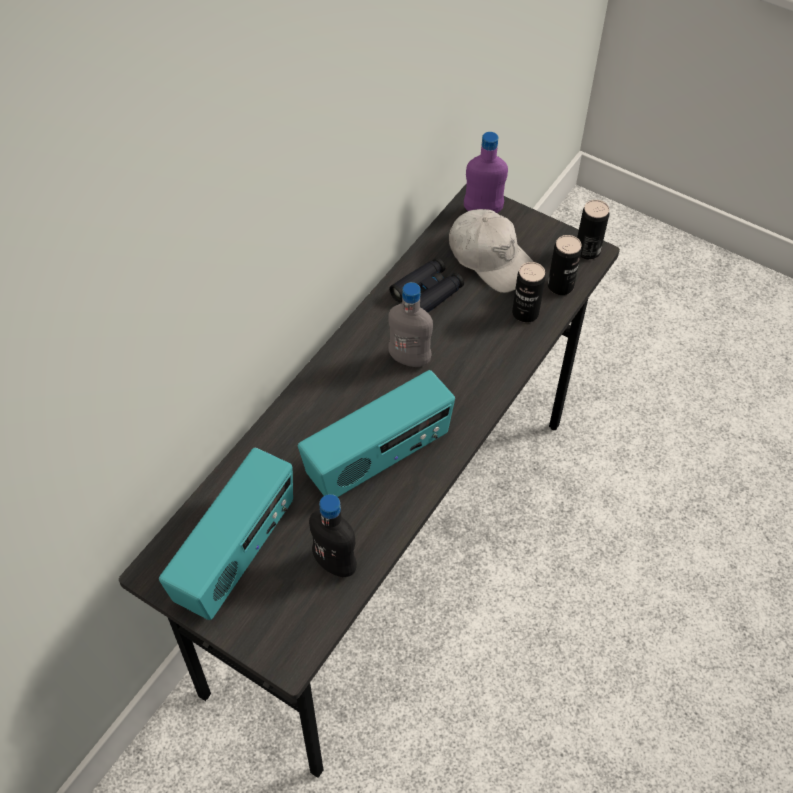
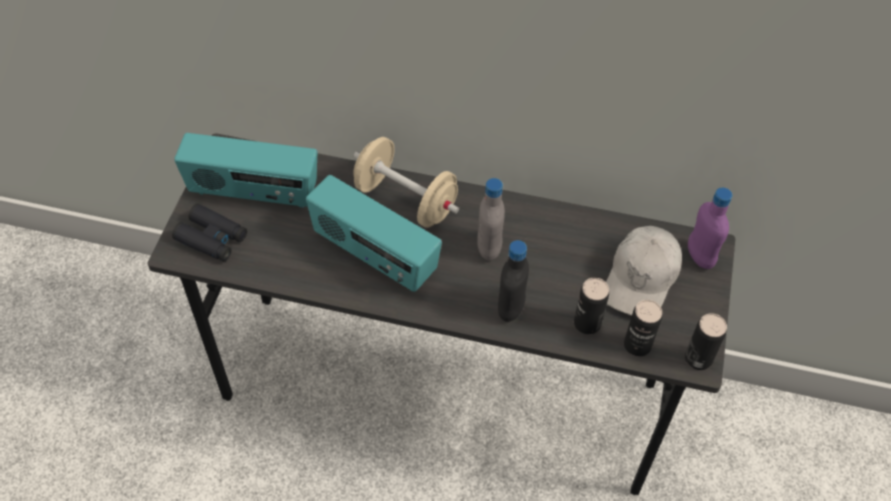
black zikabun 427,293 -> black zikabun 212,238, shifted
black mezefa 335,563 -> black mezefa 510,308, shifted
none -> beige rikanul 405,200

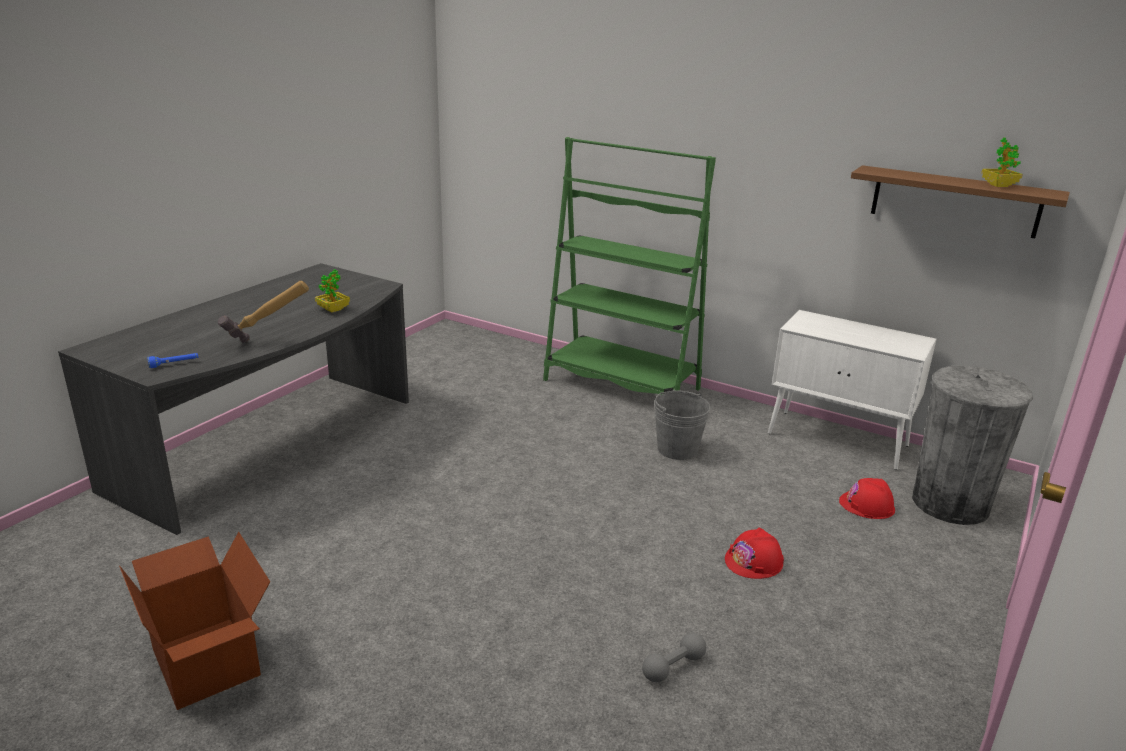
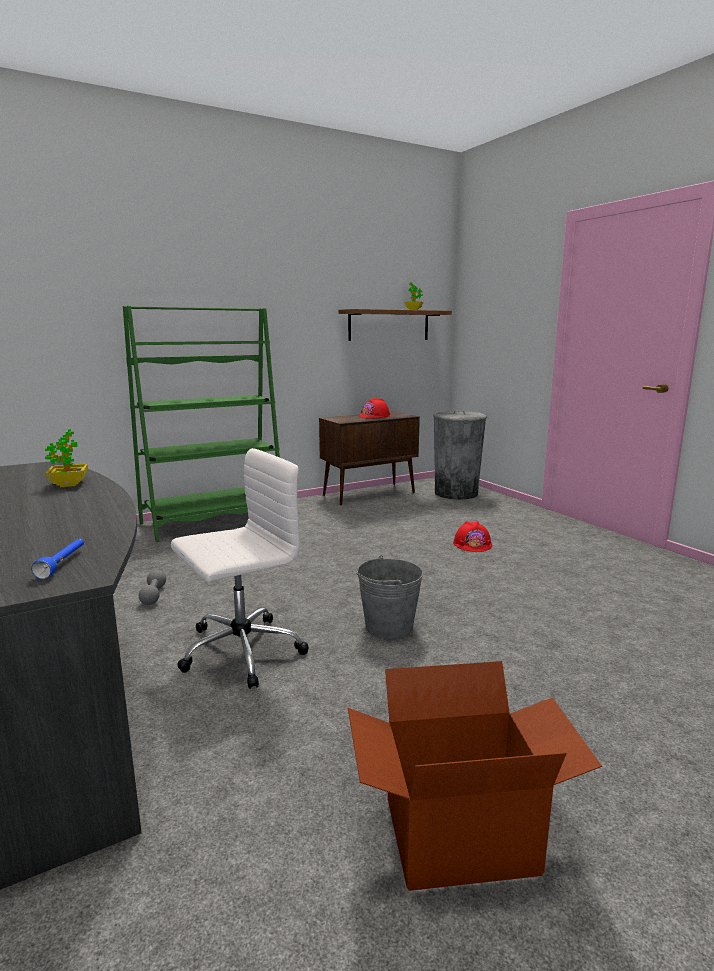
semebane 268,344 -> none
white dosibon 838,440 -> brown dosibon 369,494
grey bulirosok 677,449 -> grey bulirosok 389,626, shifted
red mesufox 867,505 -> red mesufox 374,416, shifted
grey rikanul 673,667 -> grey rikanul 153,595, shifted
none -> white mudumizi 239,651

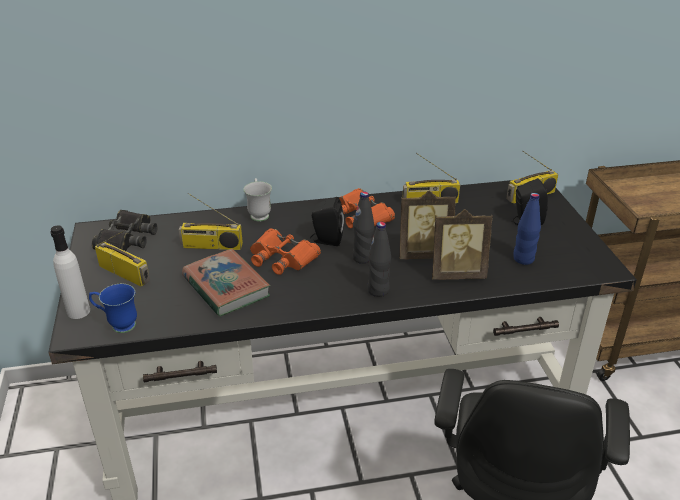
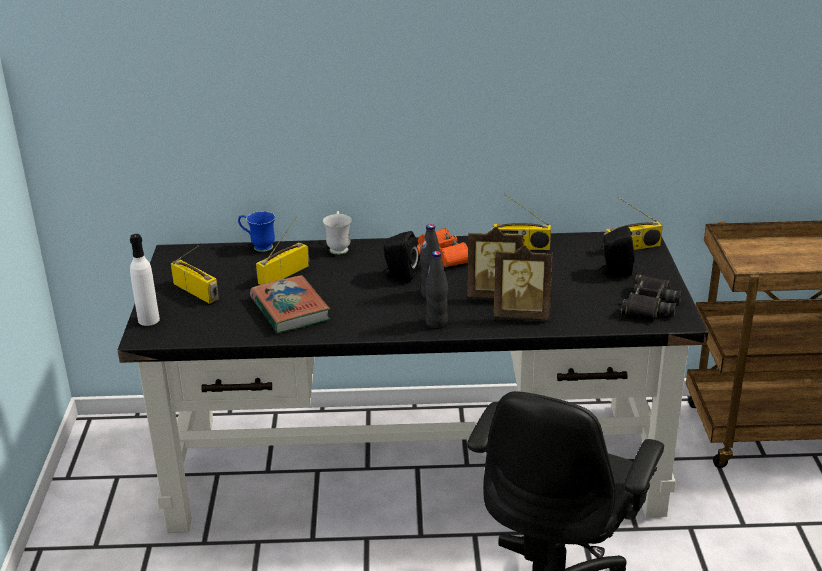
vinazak 211,246 -> vinazak 284,274, 120 degrees clockwise
blue mezefa 523,259 -> none
black zikabun 127,238 -> black zikabun 649,304, shifted
orange zikabun 282,258 -> none
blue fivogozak 118,325 -> blue fivogozak 258,246, shifted

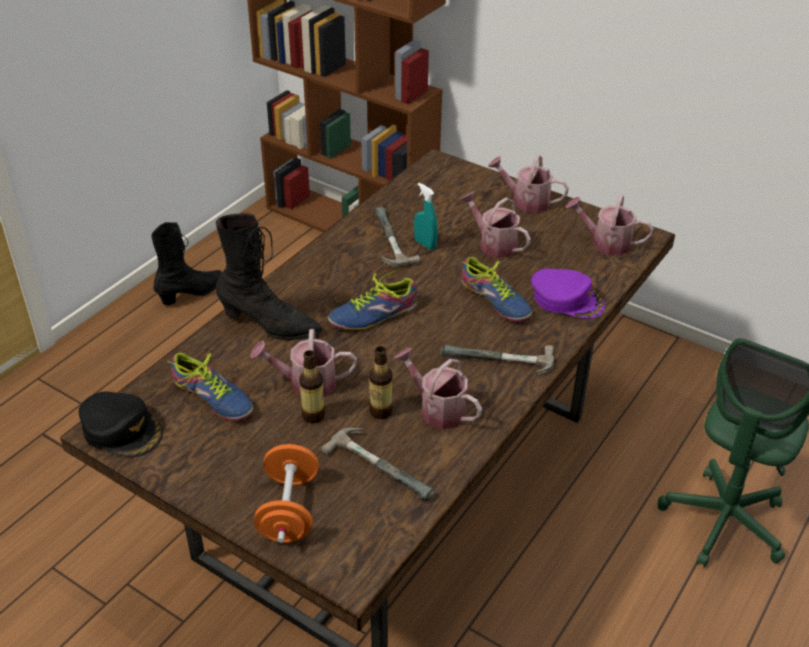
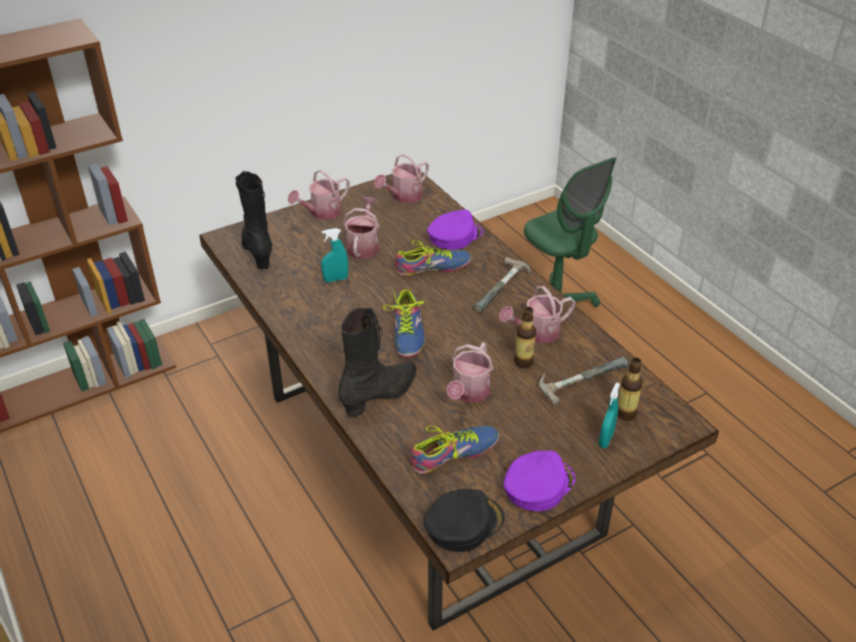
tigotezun 493,244 -> tigotezun 363,246, 120 degrees clockwise
semebane 386,240 -> none
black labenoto 192,293 -> black labenoto 258,252, shifted
mezefa 313,415 -> mezefa 625,414, shifted
orange rikanul 289,510 -> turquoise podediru 606,439
none -> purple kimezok 538,484

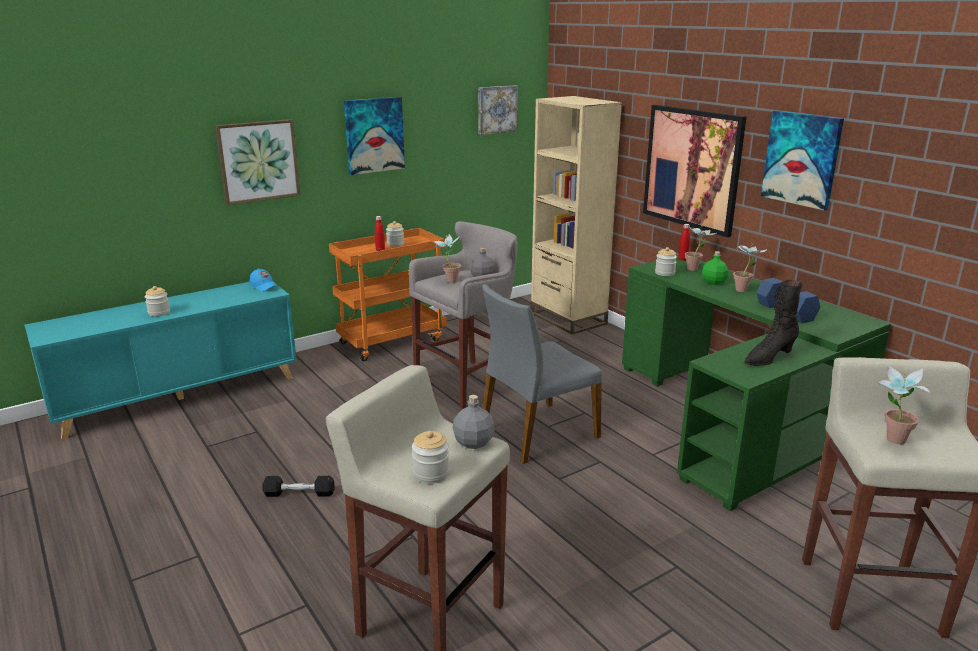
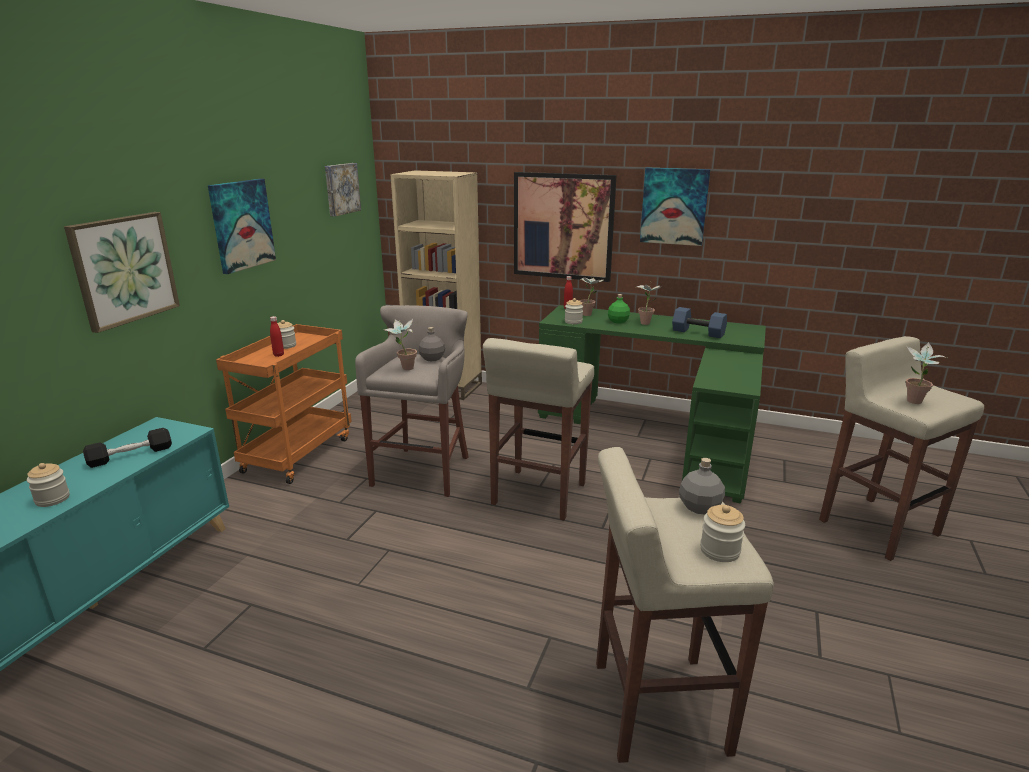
blue kimezok 264,287 -> none
black labenoto 768,358 -> none
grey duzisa 537,433 -> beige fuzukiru 538,495
black rikanul 299,493 -> black rikanul 130,455, shifted

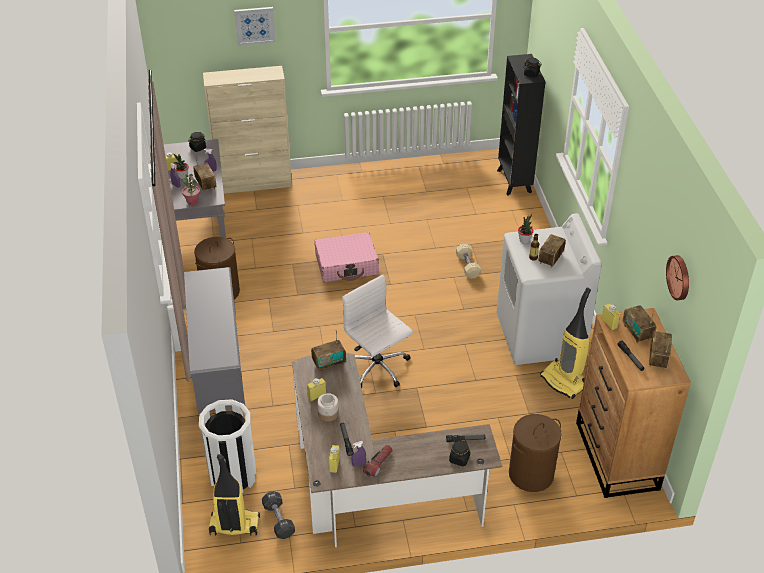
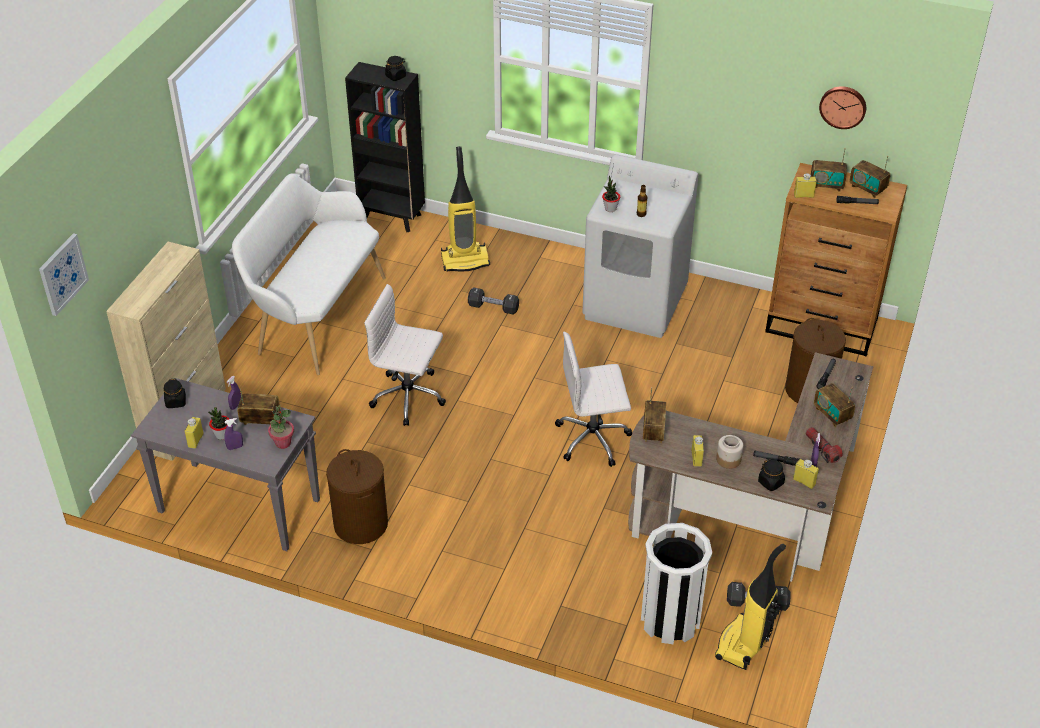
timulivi 255,25 -> timulivi 62,274, shifted
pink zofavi 347,265 -> white mudumizi 409,397
vinazak 550,259 -> vinazak 832,414, shifted
beige rikanul 467,266 -> black rikanul 493,308
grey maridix 217,362 -> none
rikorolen 564,381 -> rikorolen 465,260, shifted
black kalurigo 459,459 -> black kalurigo 771,483, shifted
none -> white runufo 315,315

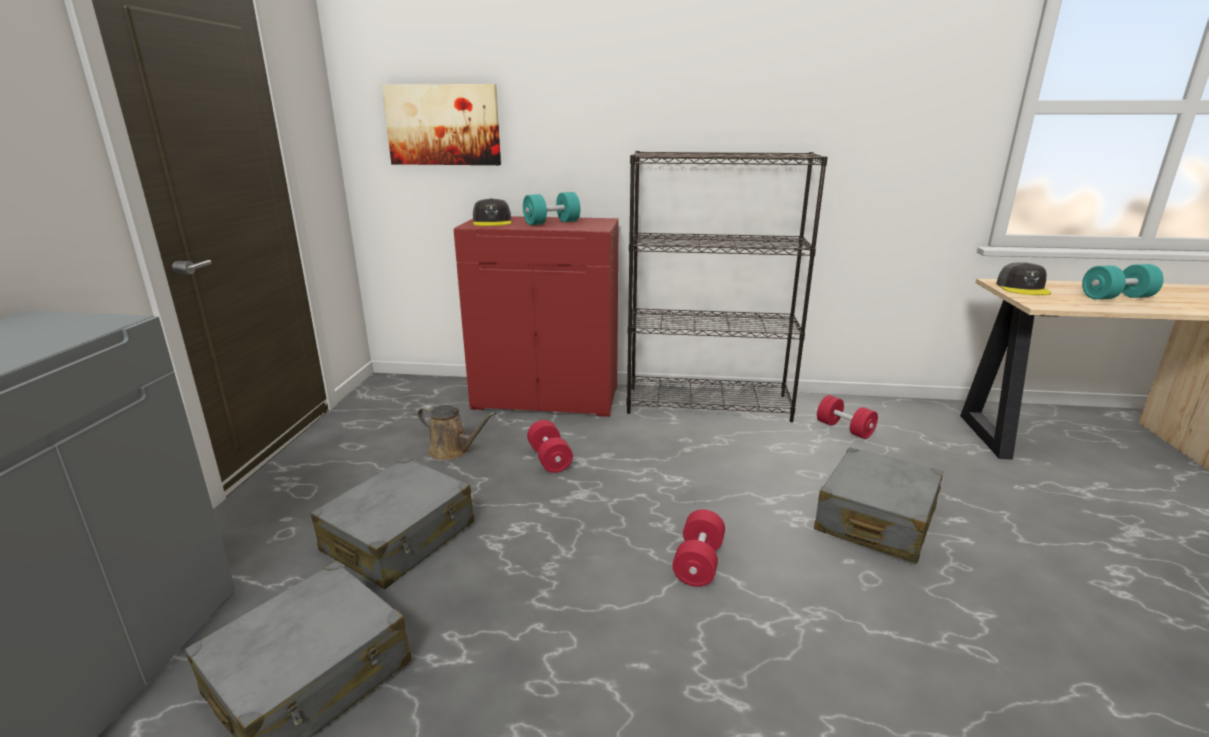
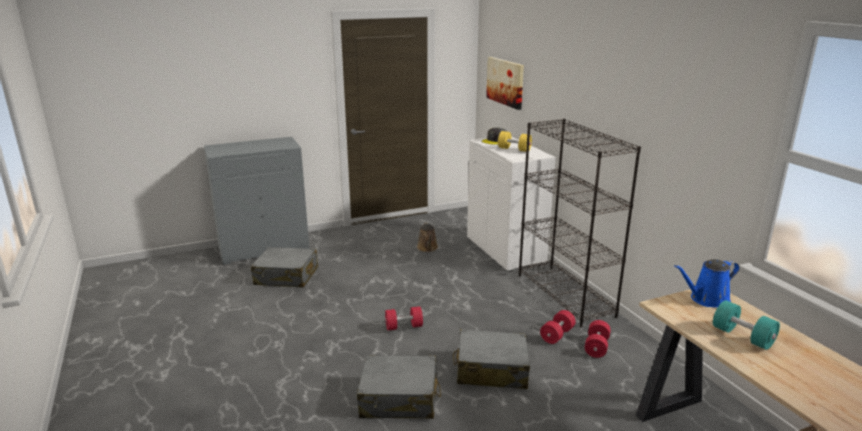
turquoise rikanul 552,223 -> yellow rikanul 514,149
red dosibon 547,397 -> white dosibon 506,250
grey kimezok 1023,288 -> blue tigotezun 707,300
red rikanul 549,459 -> red rikanul 557,335, shifted
grey zofavi 400,538 -> grey zofavi 399,398, shifted

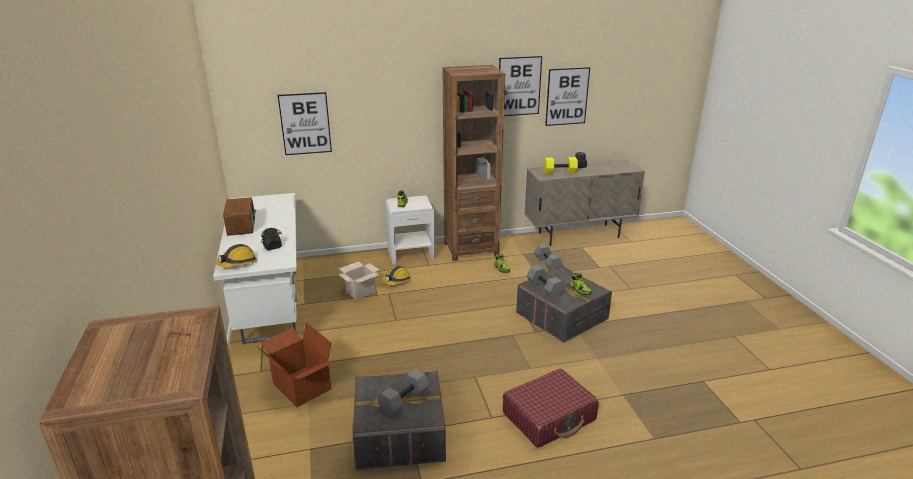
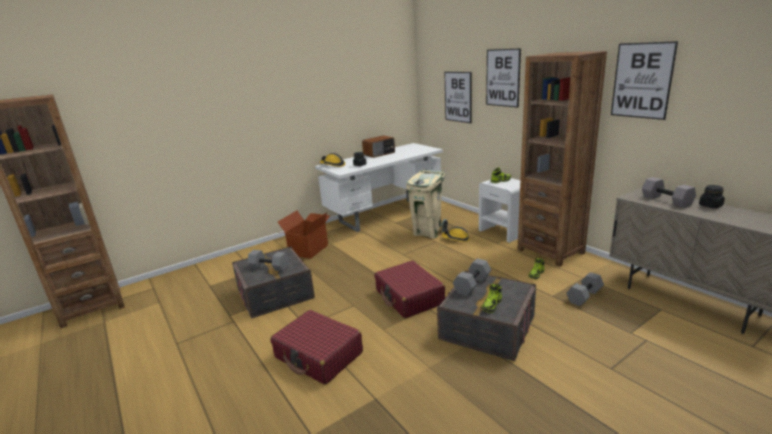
timulivi 567,96 -> timulivi 502,78, shifted
yellow rikanul 560,171 -> grey rikanul 667,200
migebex 361,291 -> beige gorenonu 428,232
none -> red zofavi 409,297

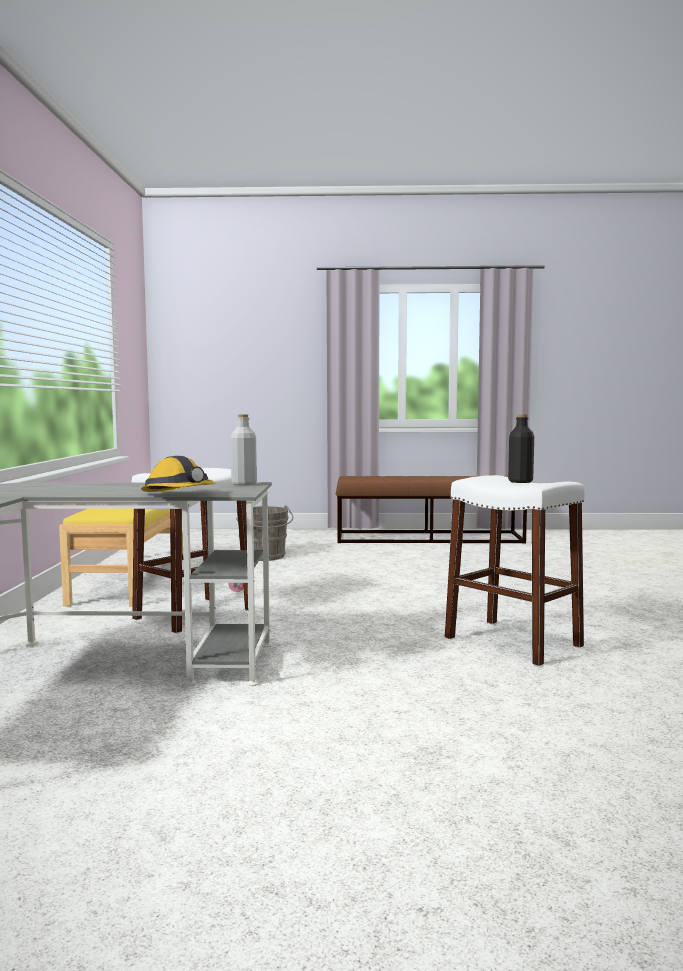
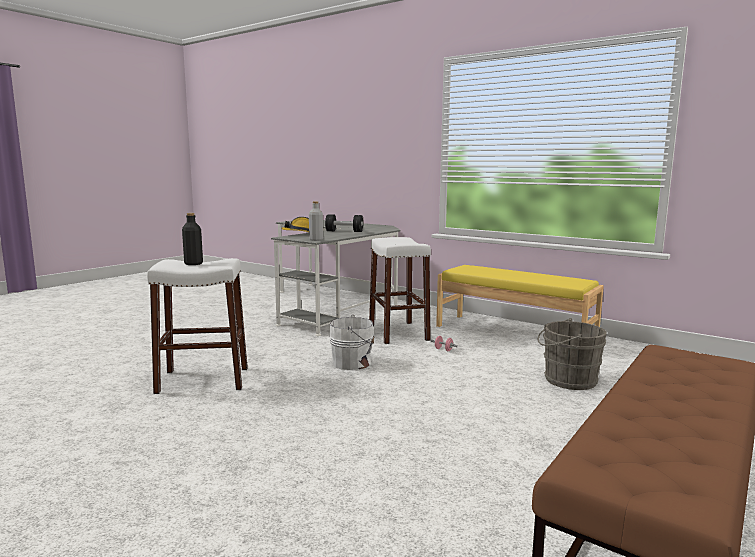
none -> black rikanul 344,231
none -> white bulirosok 353,363

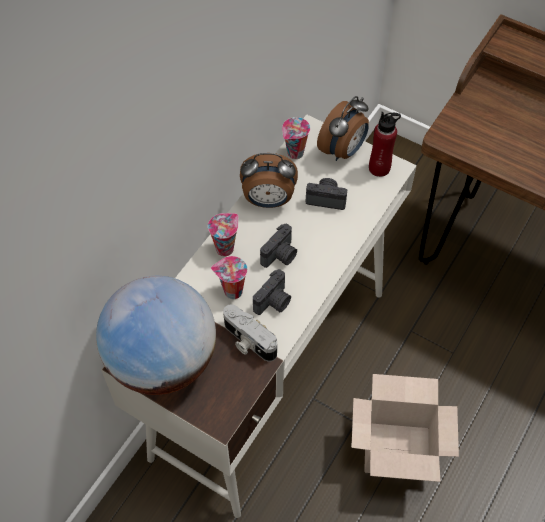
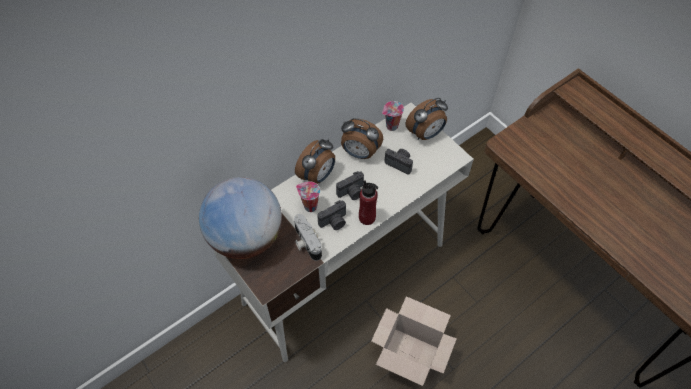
red mezefa 379,168 -> red mezefa 367,217, shifted
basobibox 225,247 -> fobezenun 317,176

